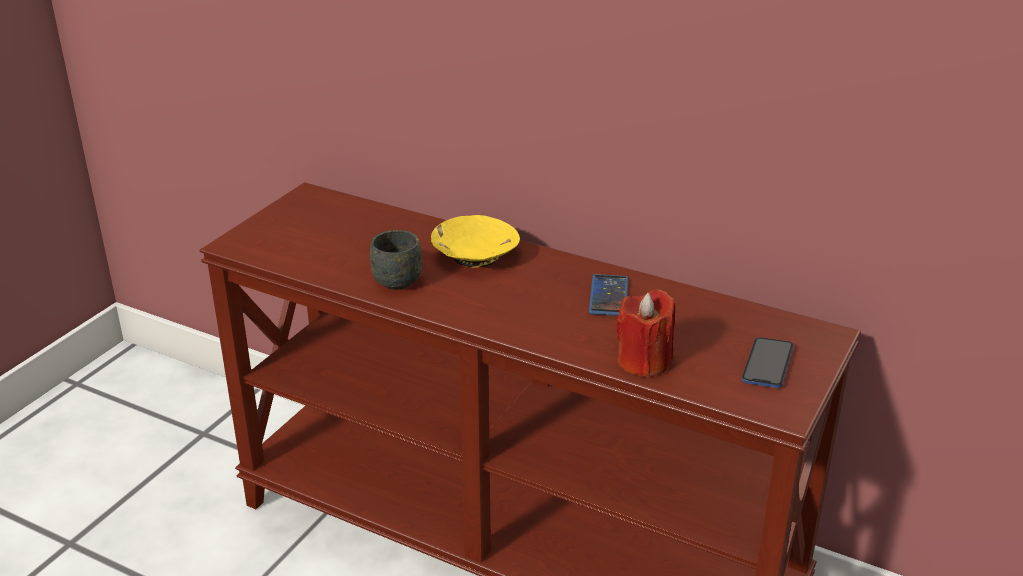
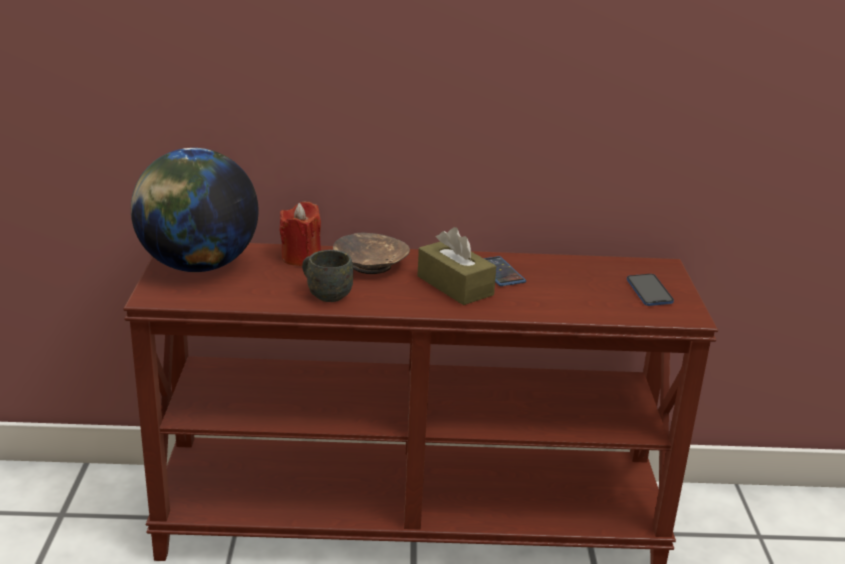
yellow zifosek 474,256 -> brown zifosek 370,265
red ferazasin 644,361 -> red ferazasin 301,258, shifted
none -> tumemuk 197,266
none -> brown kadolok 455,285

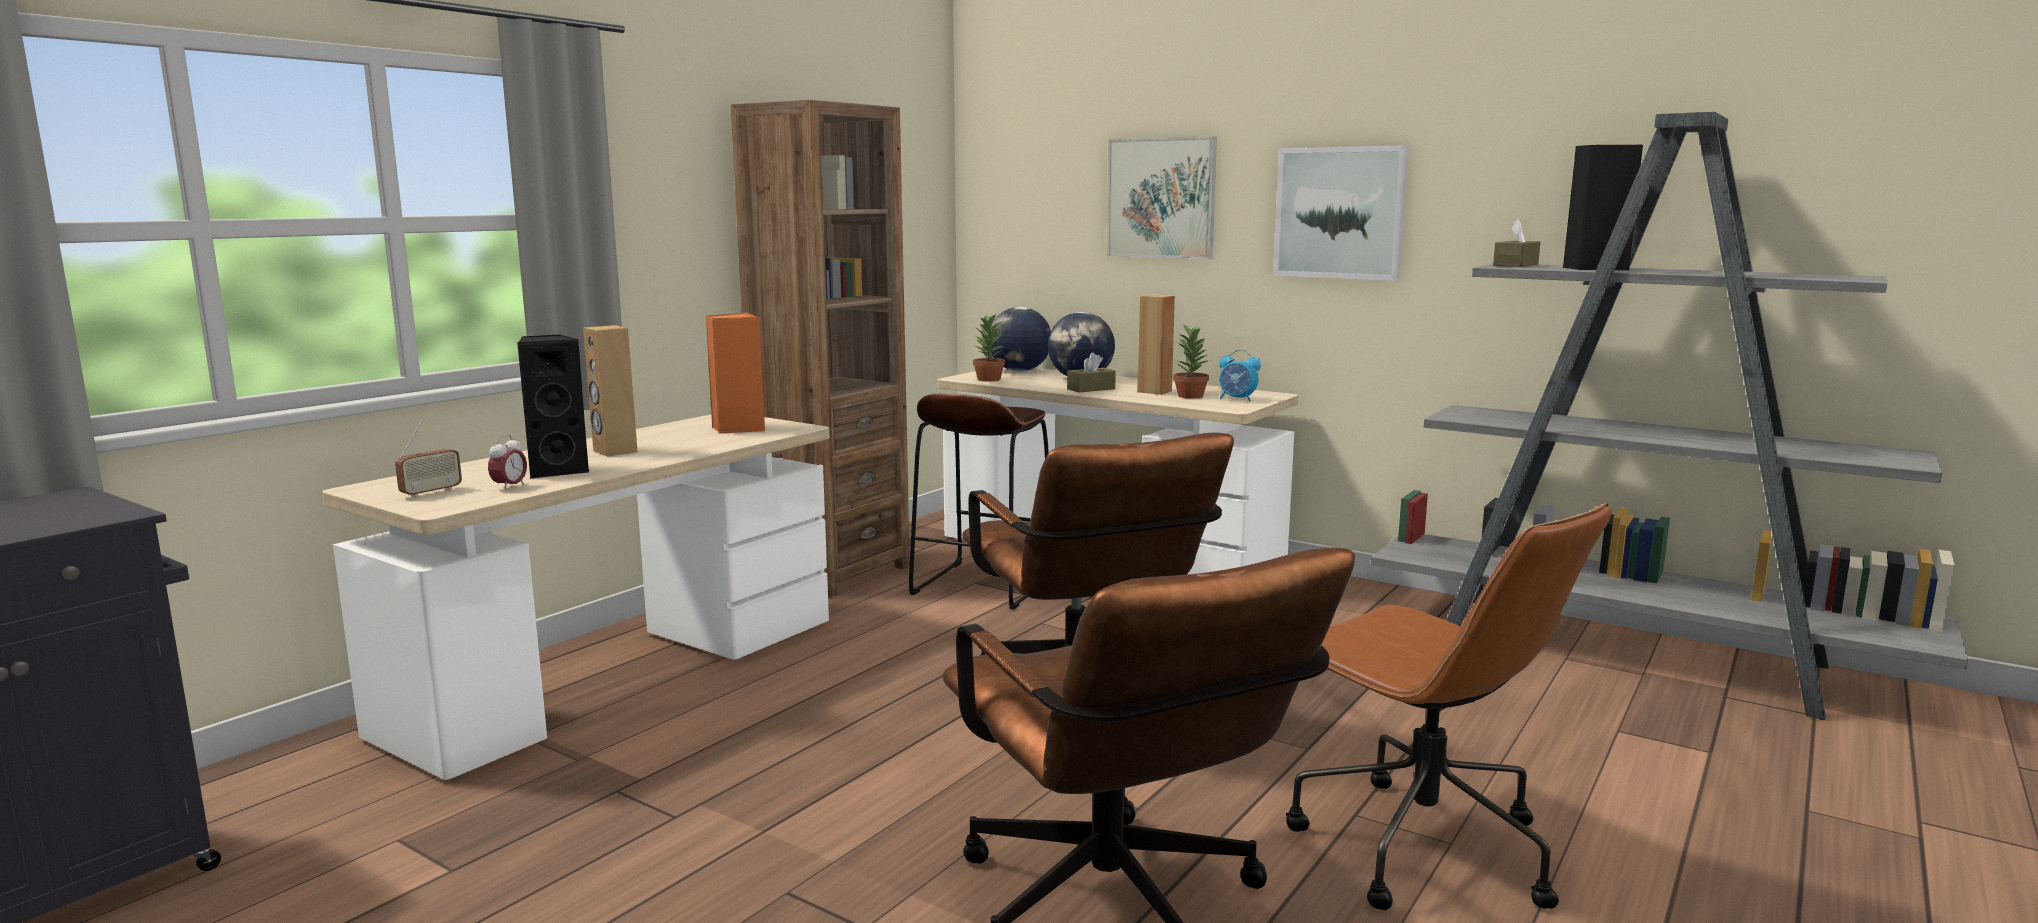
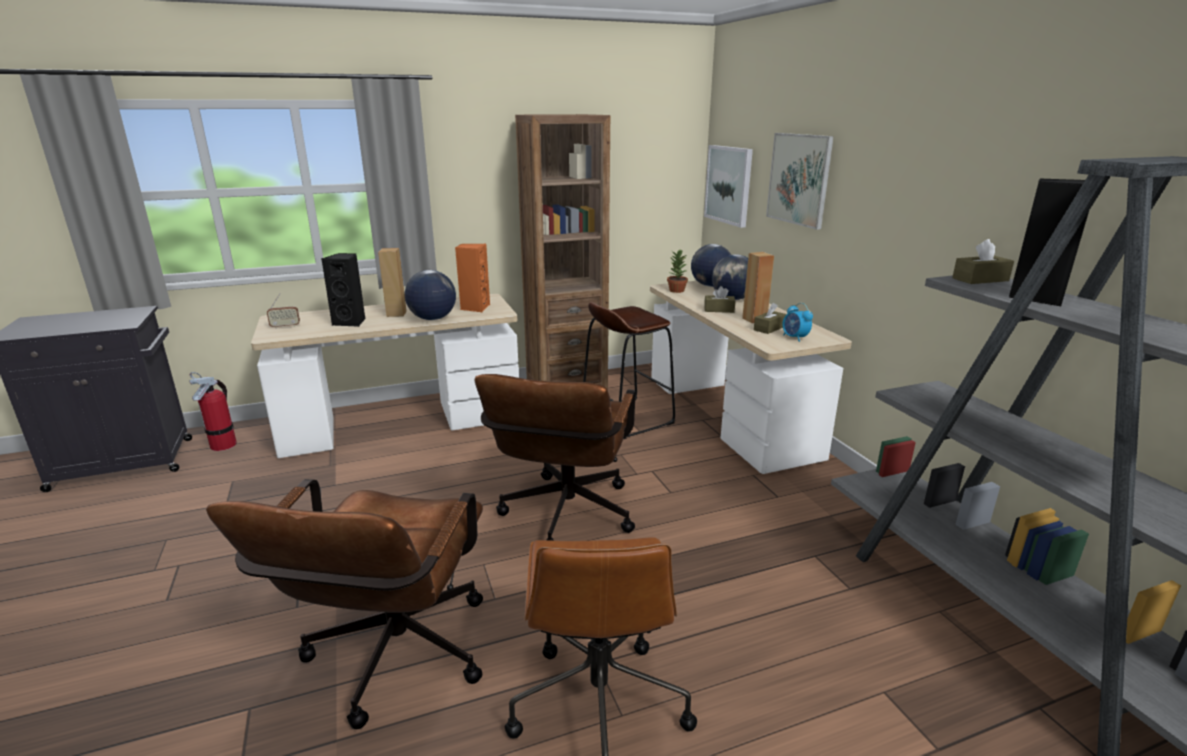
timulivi 1340,213 -> timulivi 729,185, shifted
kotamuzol 1190,396 -> brown kadolok 769,328
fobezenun 509,487 -> none
none -> tumemuk 432,319
none -> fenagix 223,445

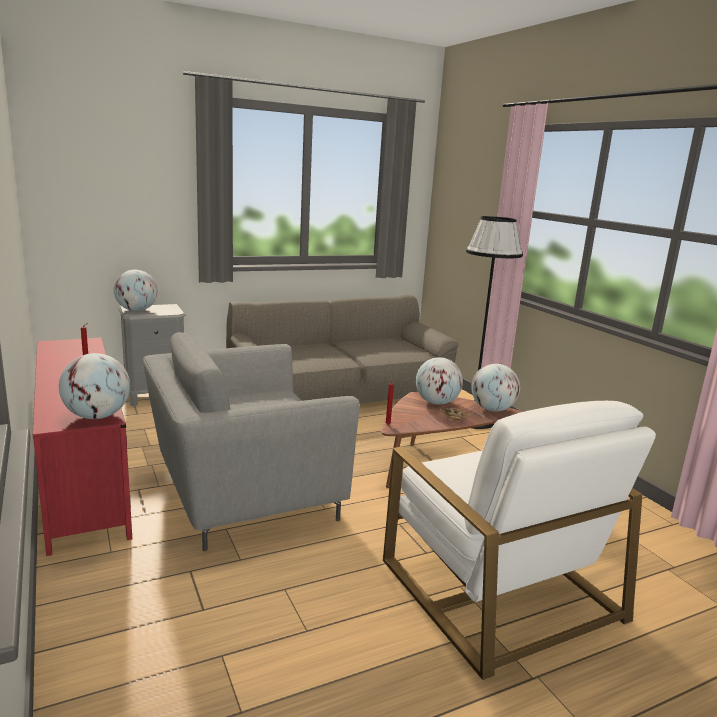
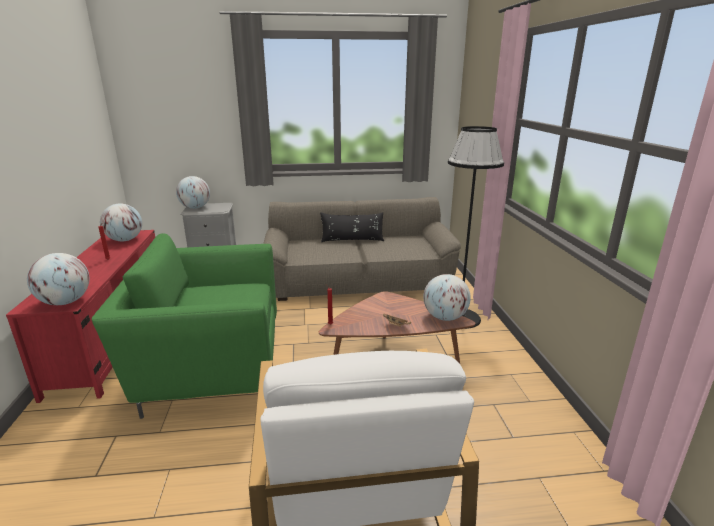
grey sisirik 242,492 -> green sisirik 210,367
tumemuk 436,403 -> tumemuk 125,240, shifted
none -> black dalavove 352,240

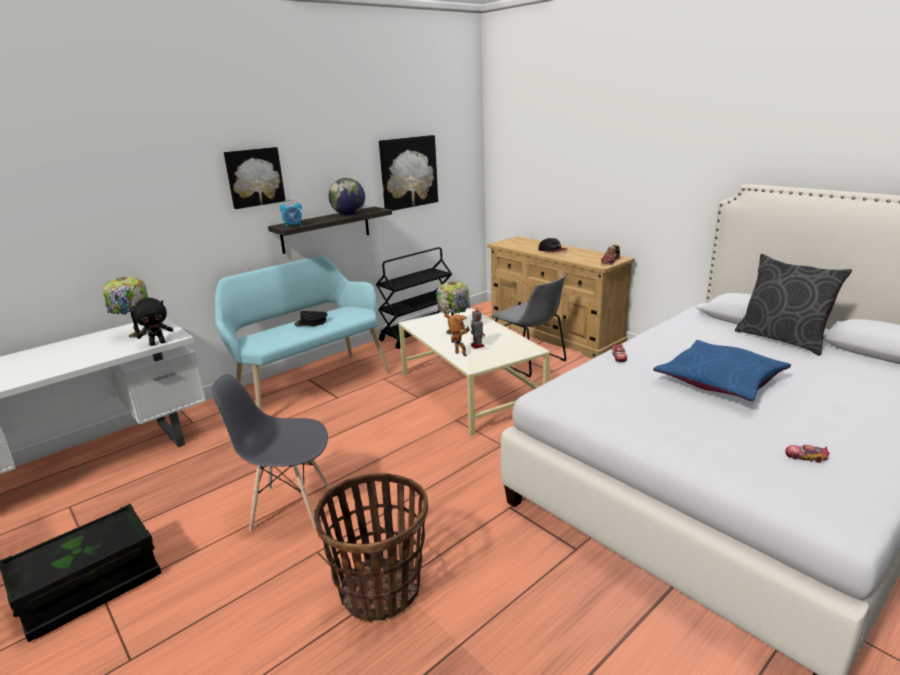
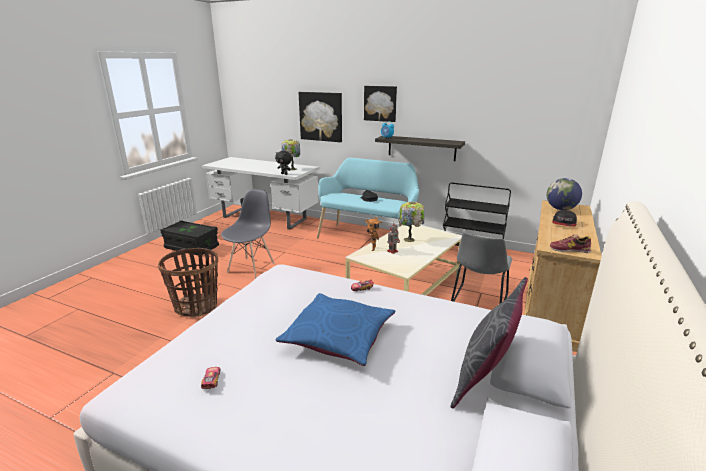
timulivi 408,172 -> timulivi 321,116, shifted
tumemuk 349,214 -> tumemuk 561,209, shifted
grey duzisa 290,507 -> grey duzisa 251,267, 45 degrees clockwise

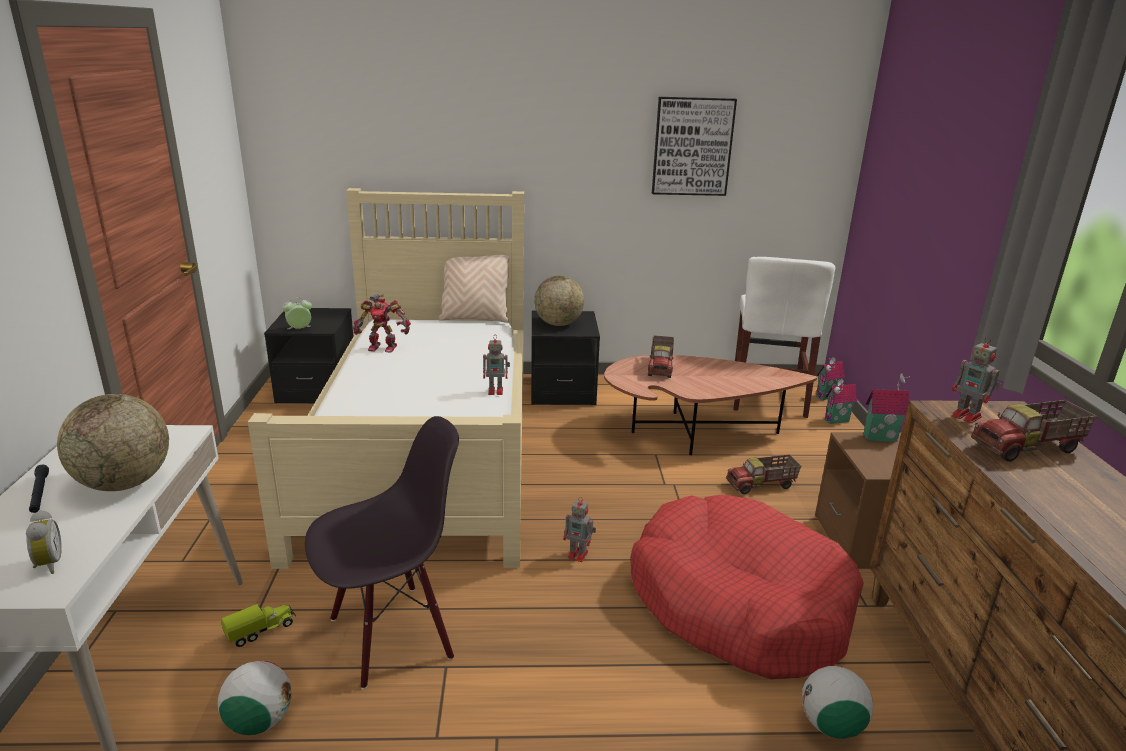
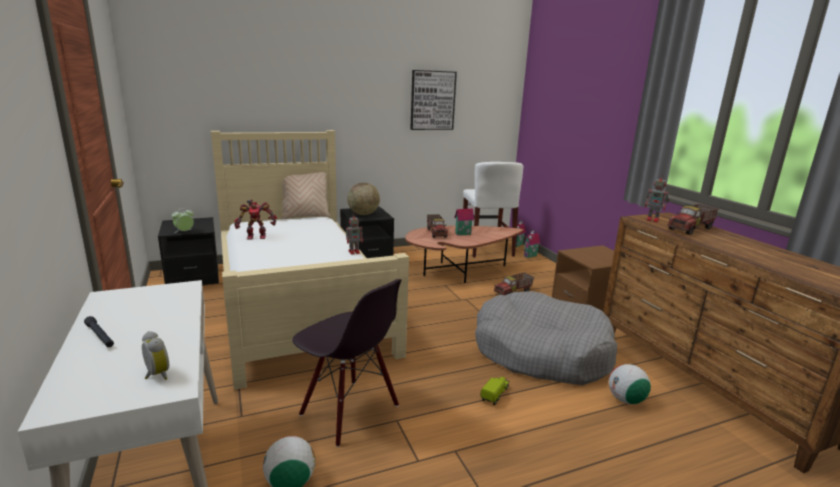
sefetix 879,437 -> sefetix 462,233, shifted
tumemuk 125,483 -> none
black duzisa 391,635 -> black duzisa 349,411, 90 degrees clockwise
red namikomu 738,603 -> grey namikomu 541,352
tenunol 579,555 -> none
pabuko 261,630 -> pabuko 495,394, shifted

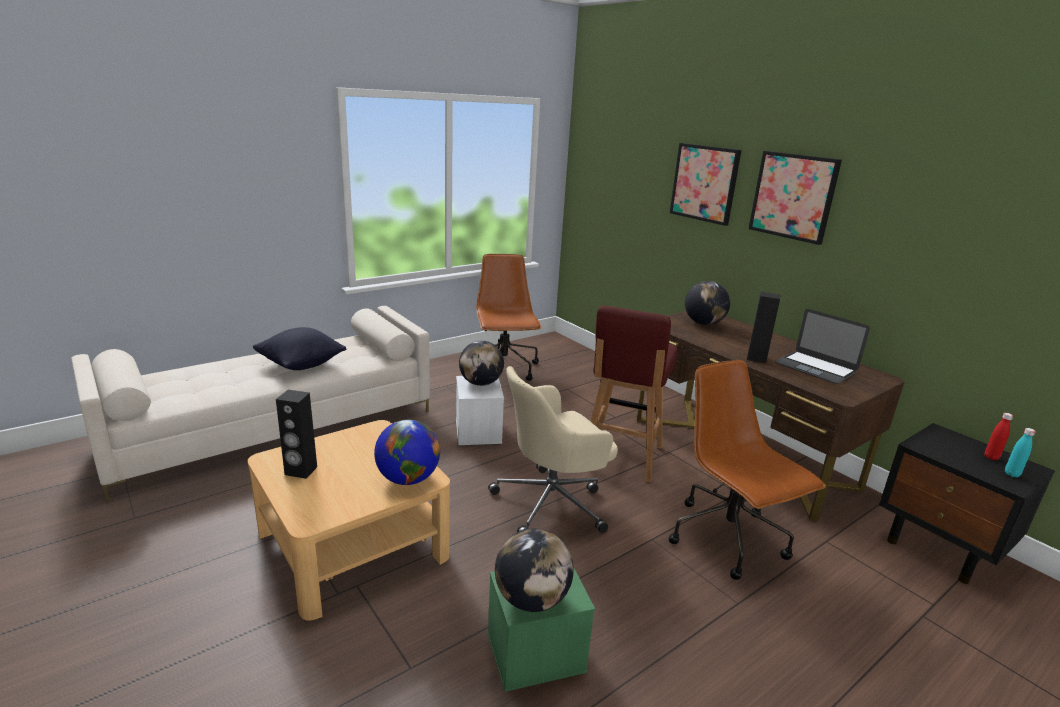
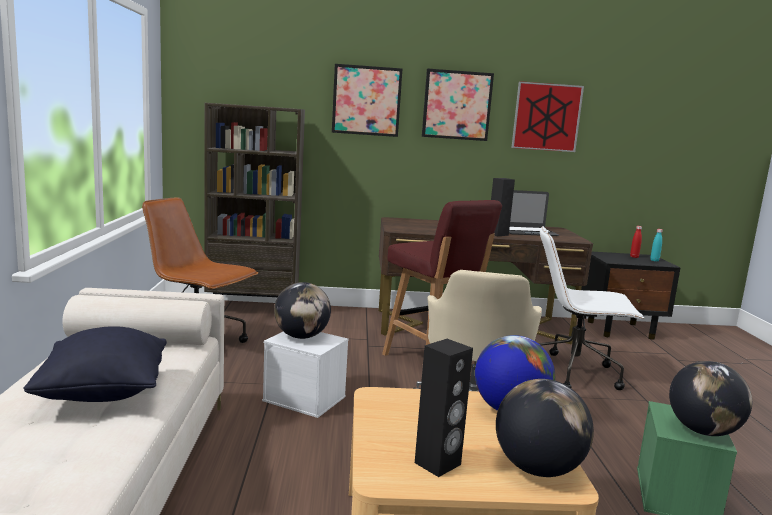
tumemuk 703,323 -> tumemuk 537,469, shifted
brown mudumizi 728,539 -> white mudumizi 574,373
none -> timulivi 546,117
none -> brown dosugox 253,309

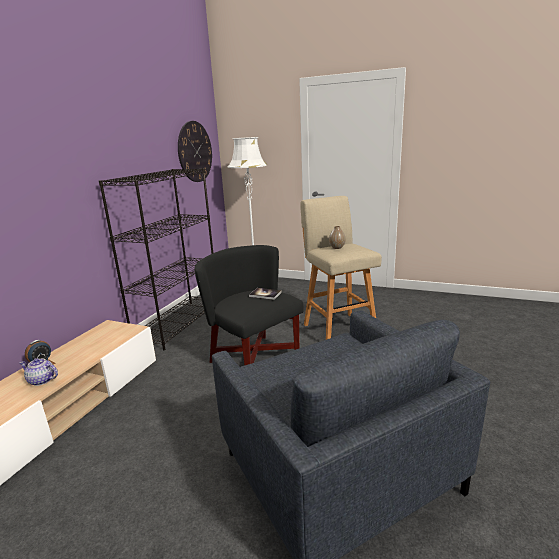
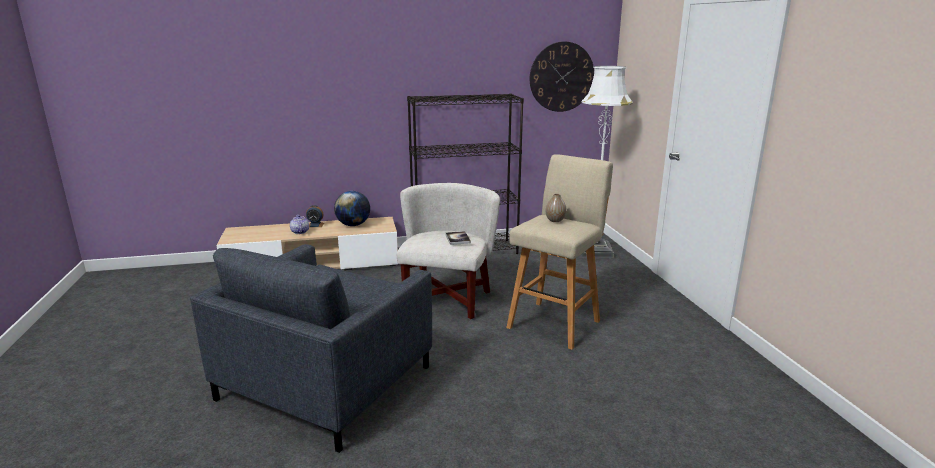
black sisirik 255,358 -> white sisirik 447,300
none -> tumemuk 353,225

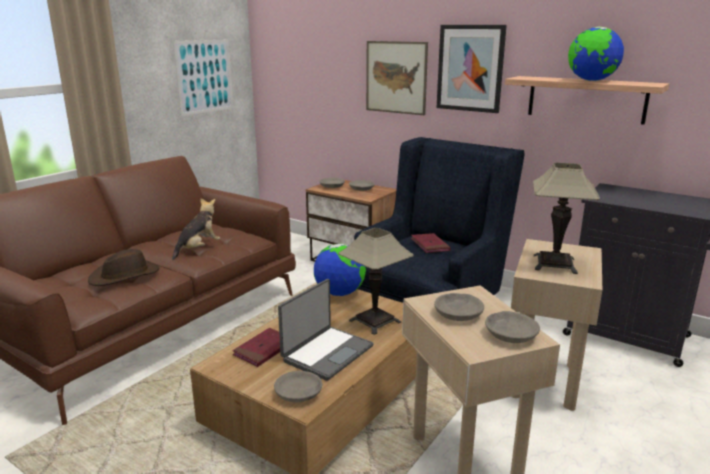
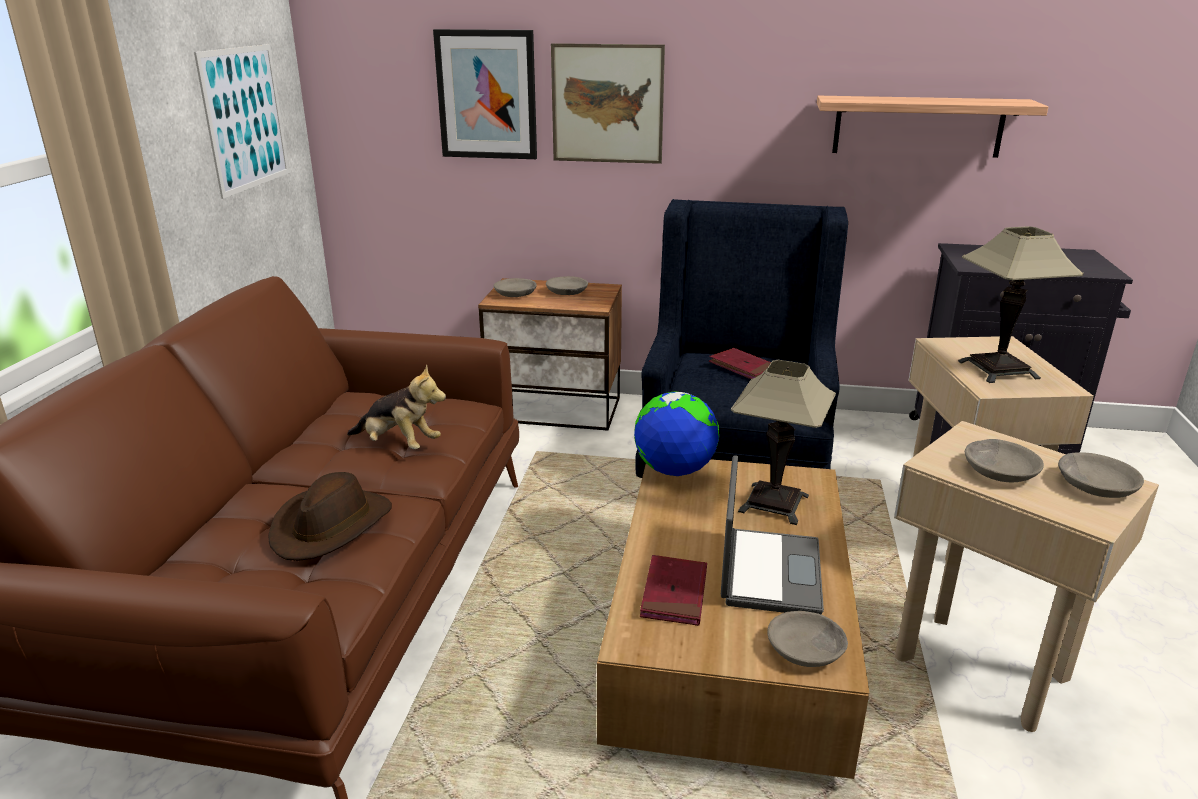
timulivi 470,68 -> timulivi 487,95, shifted
tumemuk 591,81 -> none
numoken 198,249 -> numoken 398,445, 105 degrees clockwise

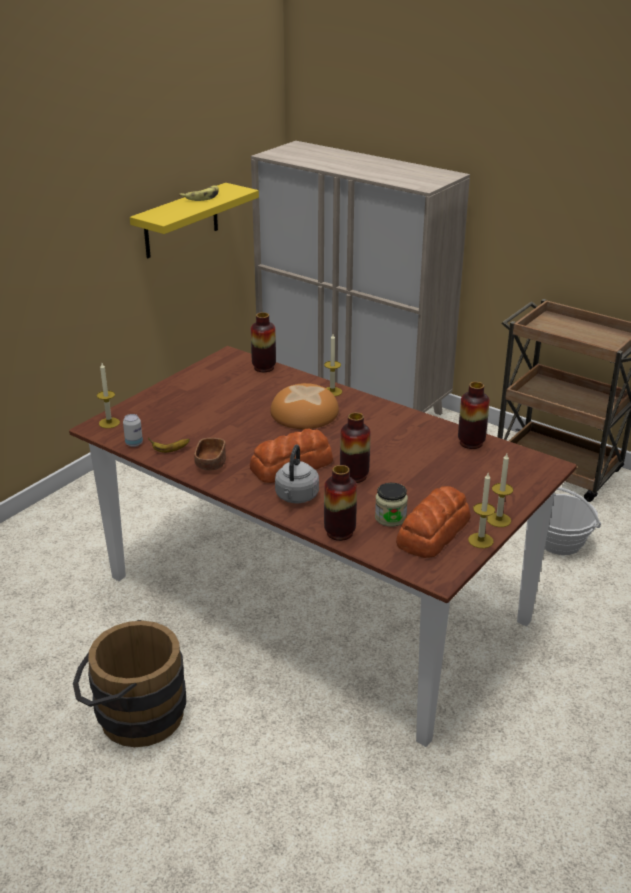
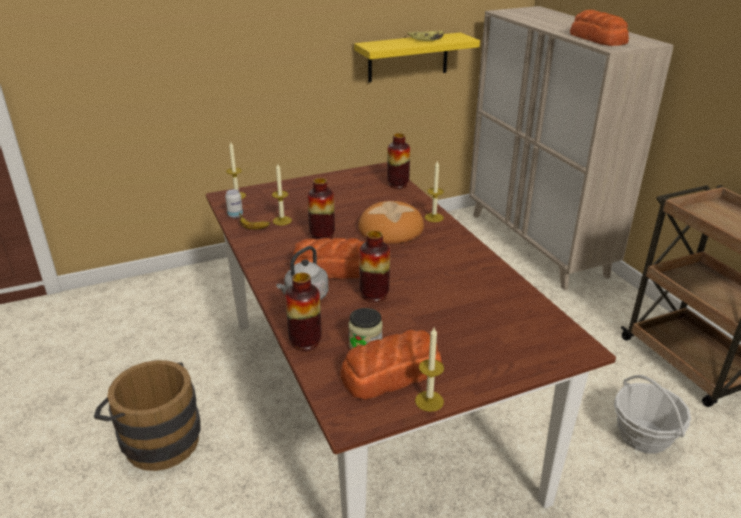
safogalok 471,443 -> safogalok 322,236, shifted
brown zifosek 211,464 -> none
ferazasin 498,520 -> ferazasin 282,220, shifted
none -> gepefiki 598,39

